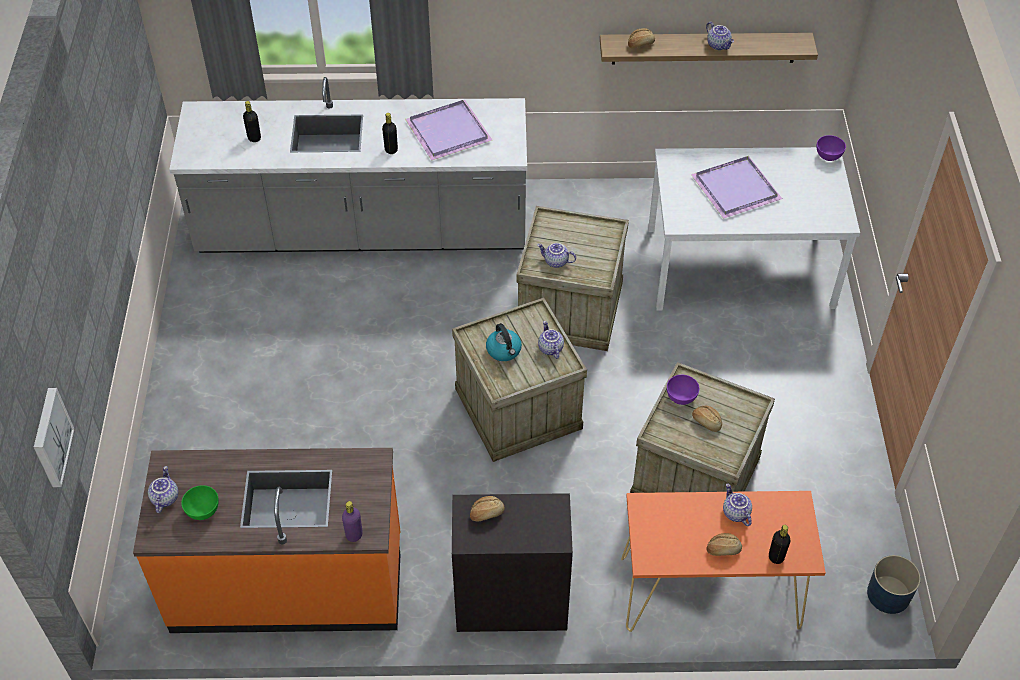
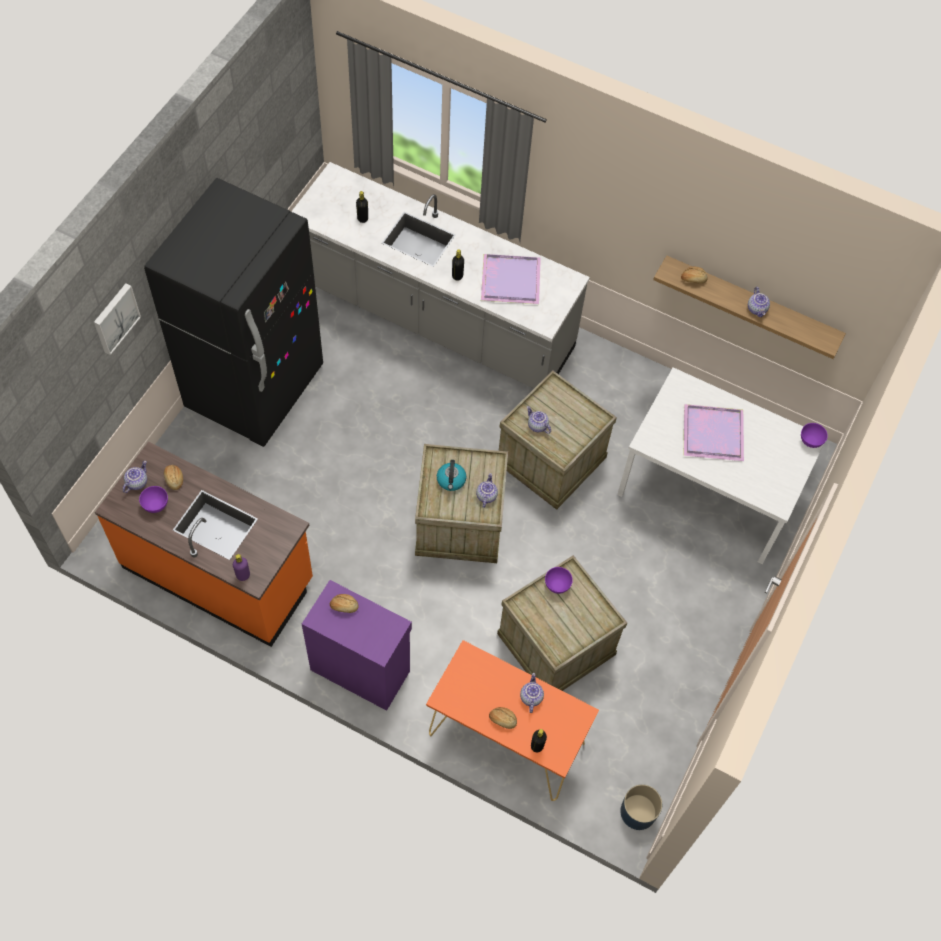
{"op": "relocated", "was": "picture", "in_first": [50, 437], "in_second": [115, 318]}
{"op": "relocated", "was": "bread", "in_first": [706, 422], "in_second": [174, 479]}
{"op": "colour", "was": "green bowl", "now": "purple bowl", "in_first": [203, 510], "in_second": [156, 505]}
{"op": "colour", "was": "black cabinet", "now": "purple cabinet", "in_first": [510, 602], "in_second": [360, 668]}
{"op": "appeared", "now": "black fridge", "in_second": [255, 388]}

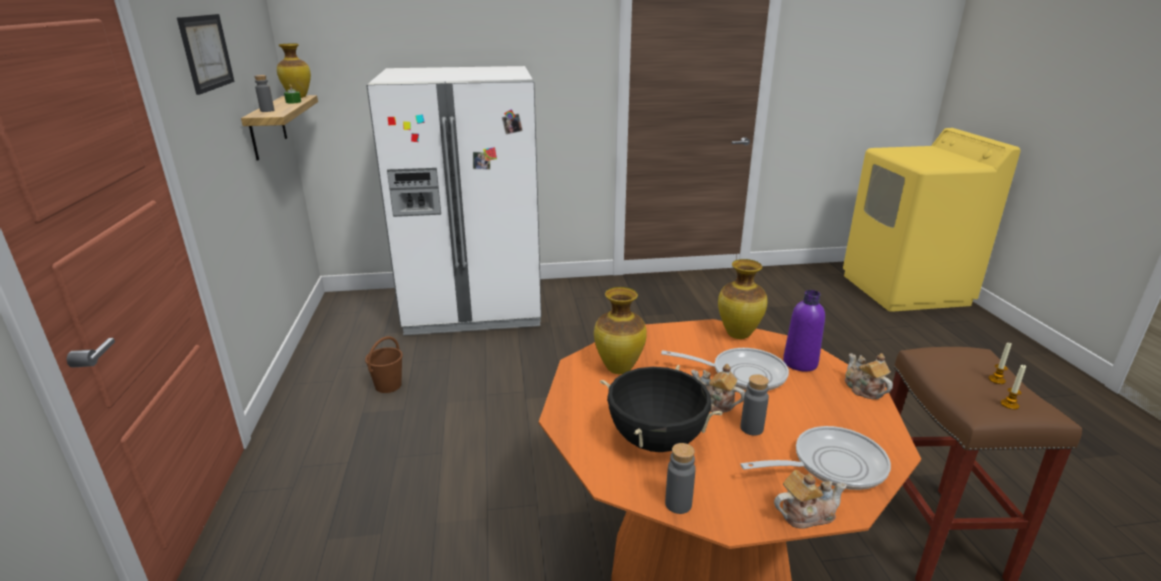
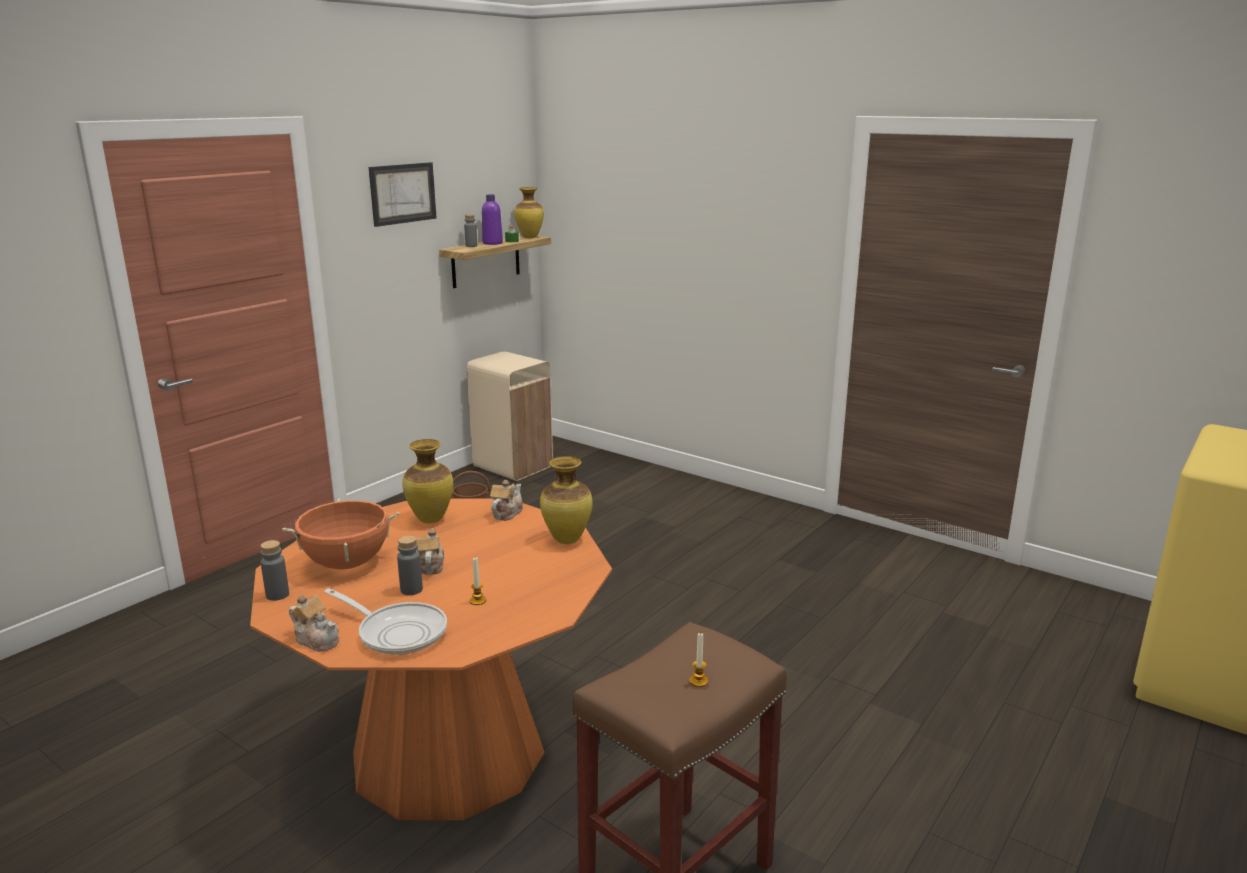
{"op": "missing", "was": "white fridge", "in_first": [473, 307]}
{"op": "relocated", "was": "purple bottle", "in_first": [800, 363], "in_second": [492, 243]}
{"op": "missing", "was": "frying pan", "in_first": [742, 374]}
{"op": "relocated", "was": "teapot", "in_first": [863, 389], "in_second": [506, 513]}
{"op": "colour", "was": "black cooking pot", "now": "orange cooking pot", "in_first": [656, 440], "in_second": [347, 564]}
{"op": "relocated", "was": "candle", "in_first": [1009, 404], "in_second": [477, 601]}
{"op": "appeared", "now": "beige trash can", "in_second": [513, 466]}

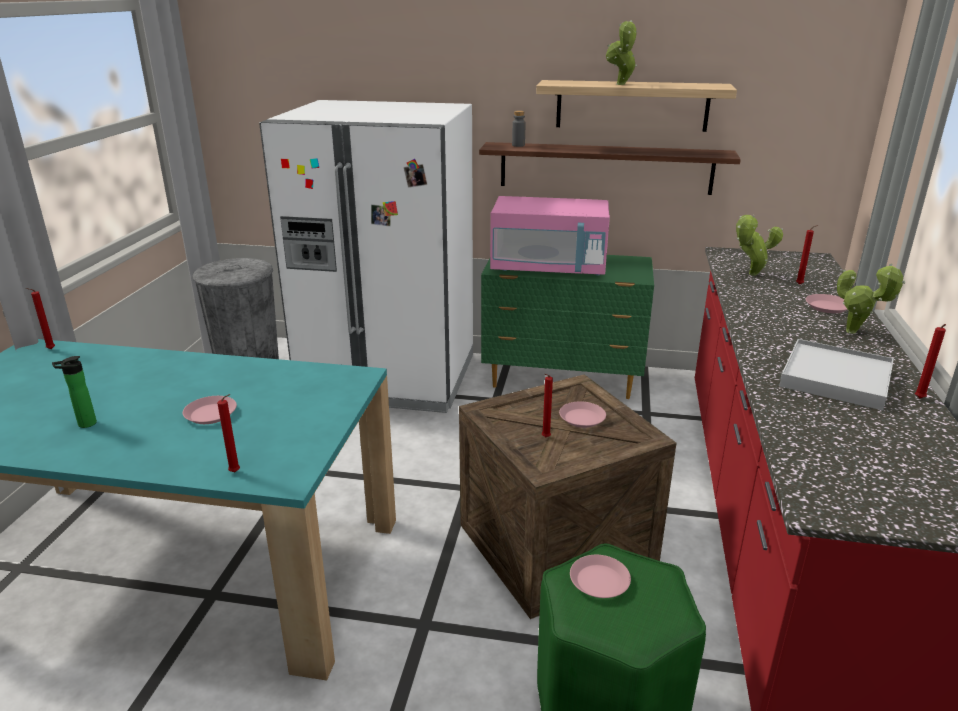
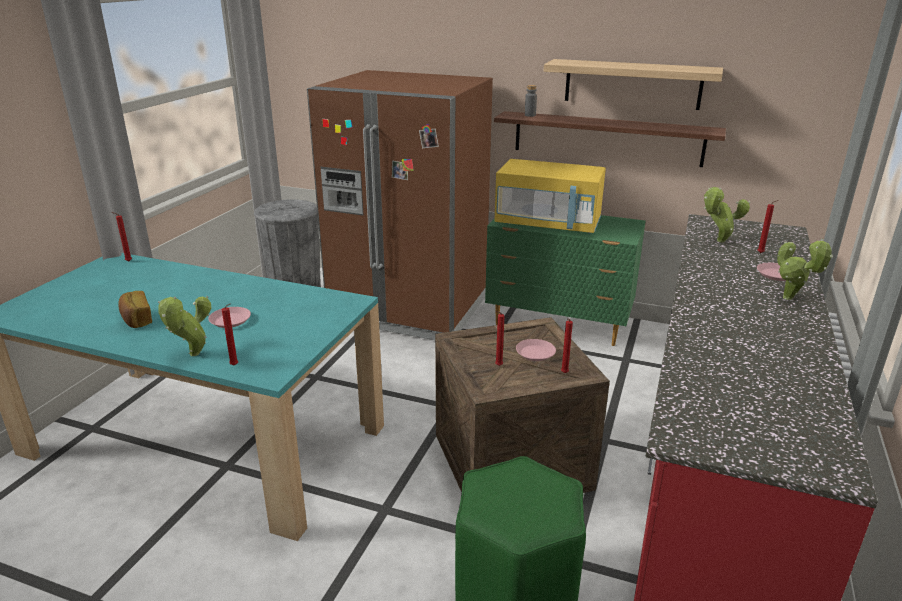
{"op": "relocated", "was": "potted plant", "in_first": [621, 84], "in_second": [192, 356]}
{"op": "colour", "was": "white fridge", "now": "brown fridge", "in_first": [389, 378], "in_second": [409, 309]}
{"op": "colour", "was": "pink microwave", "now": "yellow microwave", "in_first": [549, 268], "in_second": [548, 224]}
{"op": "relocated", "was": "red candle", "in_first": [919, 399], "in_second": [564, 373]}
{"op": "missing", "was": "white tray", "in_first": [835, 378]}
{"op": "exchanged", "was": "bottle", "now": "bread", "in_first": [84, 424], "in_second": [136, 320]}
{"op": "missing", "was": "pink plate", "in_first": [599, 581]}

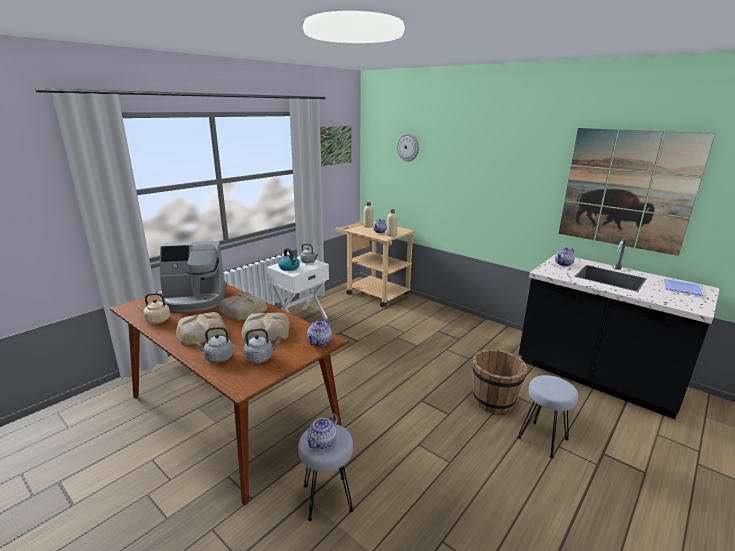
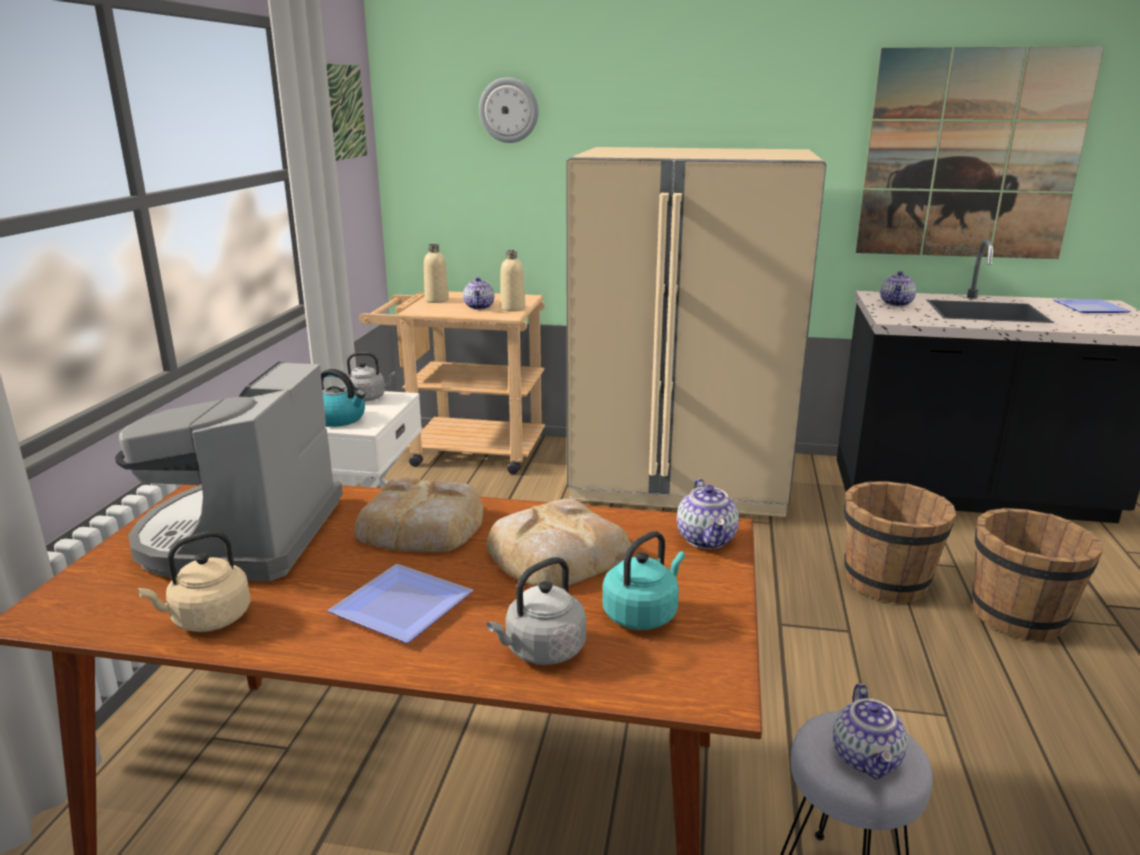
{"op": "spun", "was": "coffee machine", "in_first": [195, 299], "in_second": [241, 536], "clockwise": 135}
{"op": "exchanged", "was": "bread", "now": "plate", "in_first": [201, 332], "in_second": [397, 608]}
{"op": "colour", "was": "grey kettle", "now": "turquoise kettle", "in_first": [260, 358], "in_second": [643, 614]}
{"op": "exchanged", "was": "grey stool", "now": "brown bucket", "in_first": [543, 439], "in_second": [1018, 616]}
{"op": "appeared", "now": "beige fridge", "in_second": [680, 478]}

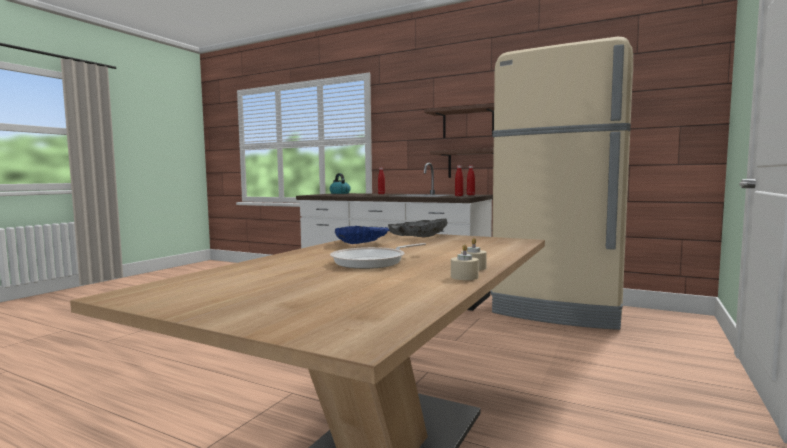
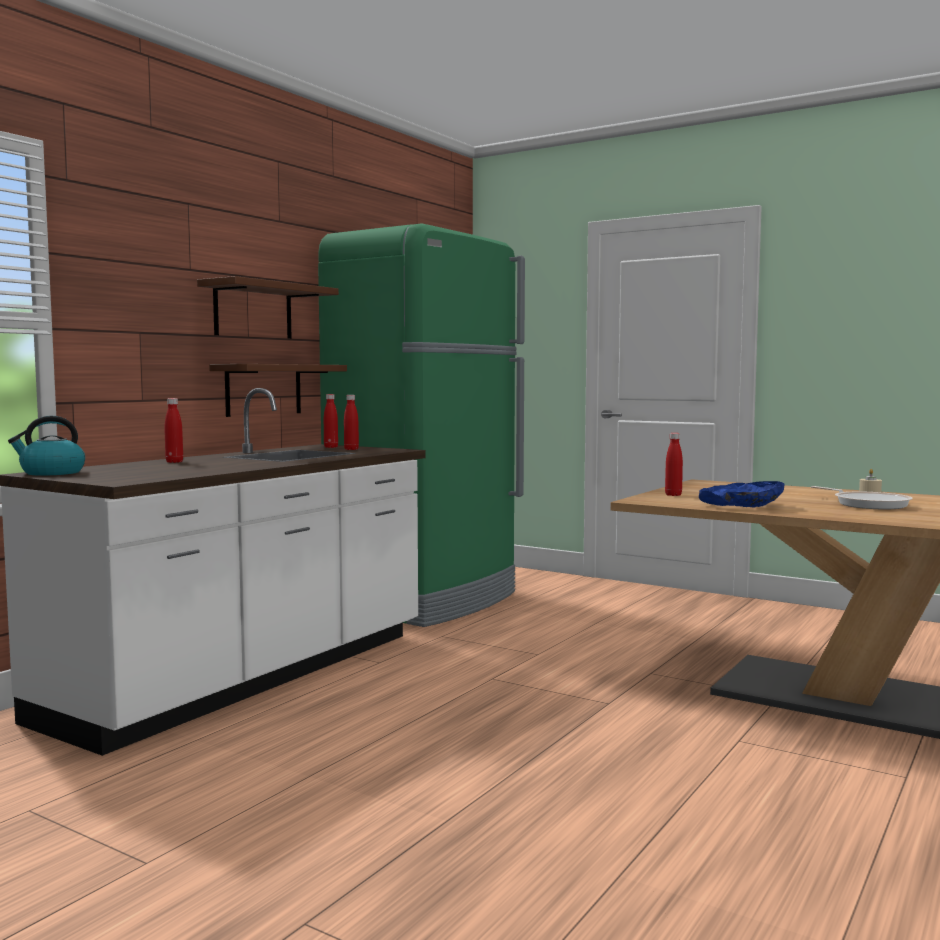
{"op": "colour", "was": "beige fridge", "now": "green fridge", "in_first": [558, 310], "in_second": [426, 601]}
{"op": "exchanged", "was": "grey bowl", "now": "red bottle", "in_first": [419, 236], "in_second": [673, 495]}
{"op": "missing", "was": "beige candle", "in_first": [464, 277]}

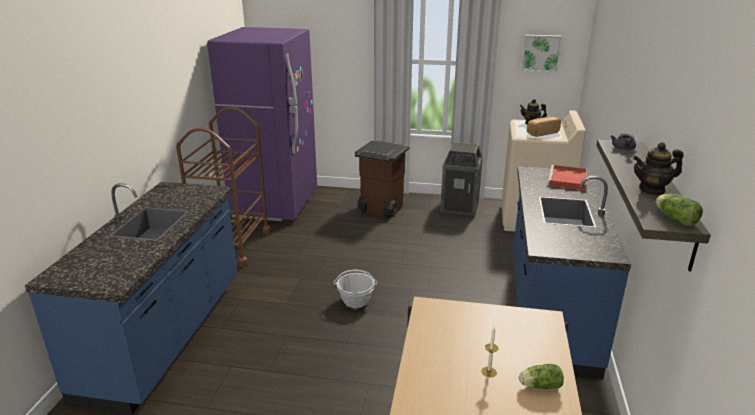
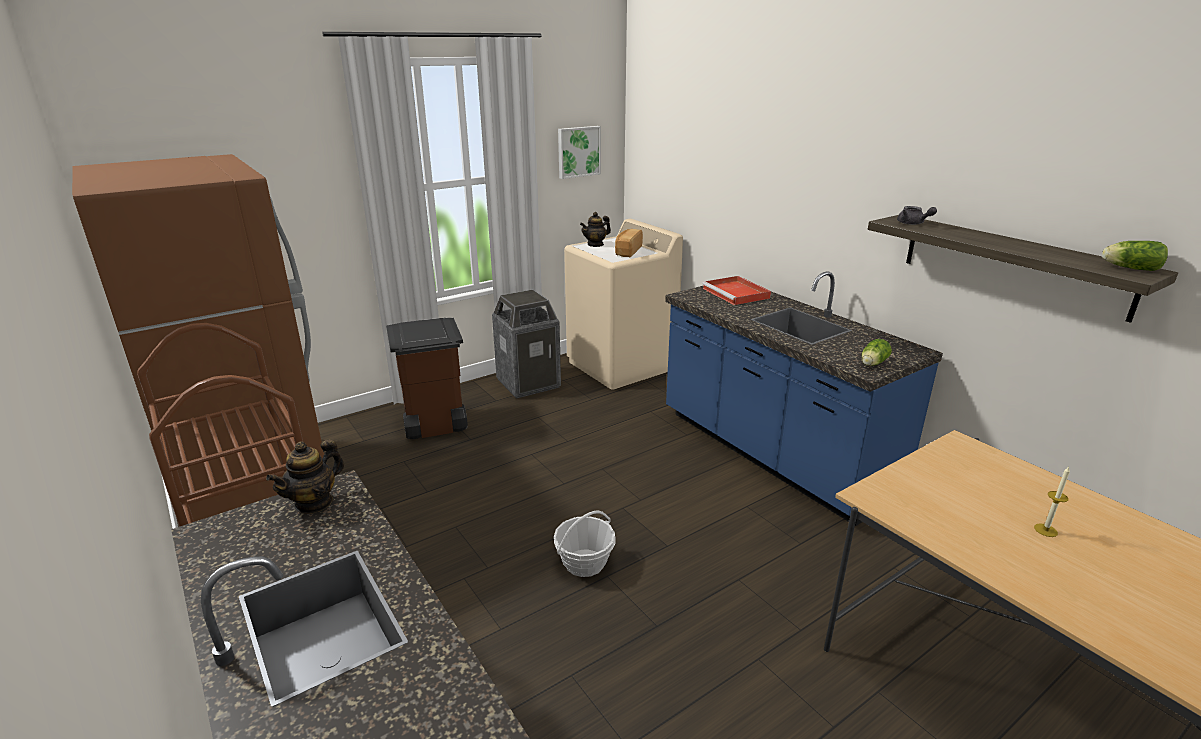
{"op": "colour", "was": "purple fridge", "now": "brown fridge", "in_first": [275, 204], "in_second": [251, 489]}
{"op": "relocated", "was": "teapot", "in_first": [652, 189], "in_second": [314, 502]}
{"op": "relocated", "was": "lettuce", "in_first": [539, 386], "in_second": [872, 364]}

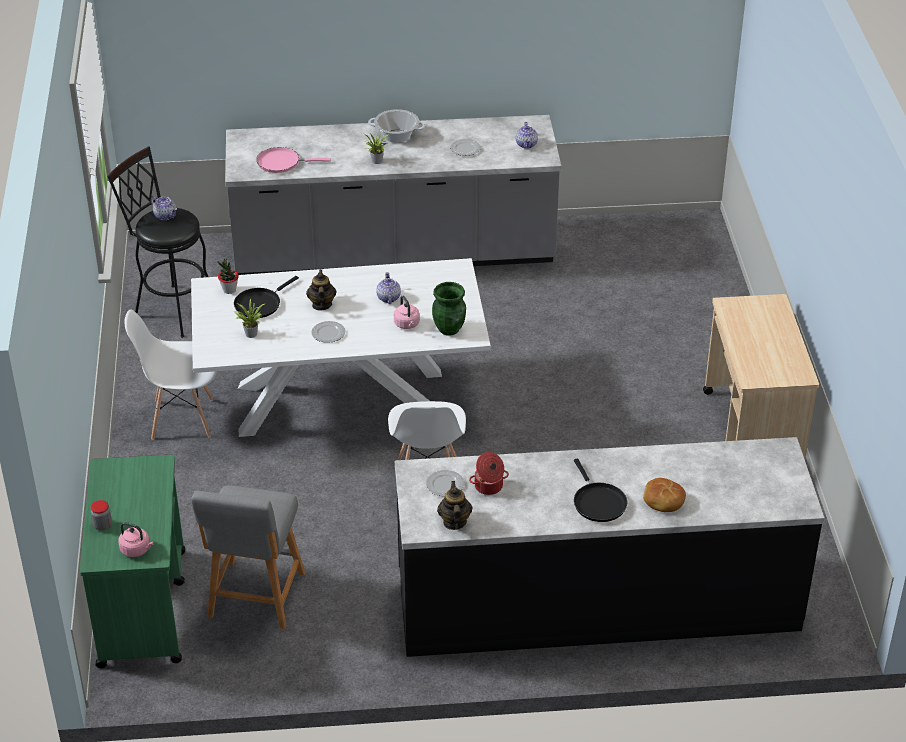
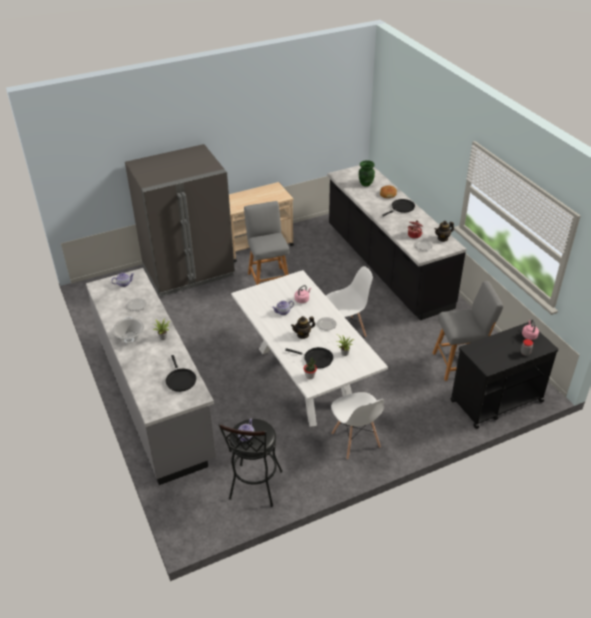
{"op": "colour", "was": "pink frying pan", "now": "black frying pan", "in_first": [281, 163], "in_second": [180, 380]}
{"op": "relocated", "was": "green vase", "in_first": [449, 329], "in_second": [365, 184]}
{"op": "colour", "was": "green cart", "now": "black cart", "in_first": [143, 606], "in_second": [496, 401]}
{"op": "appeared", "now": "grey fridge", "in_second": [189, 271]}
{"op": "appeared", "now": "grey stool", "in_second": [268, 279]}

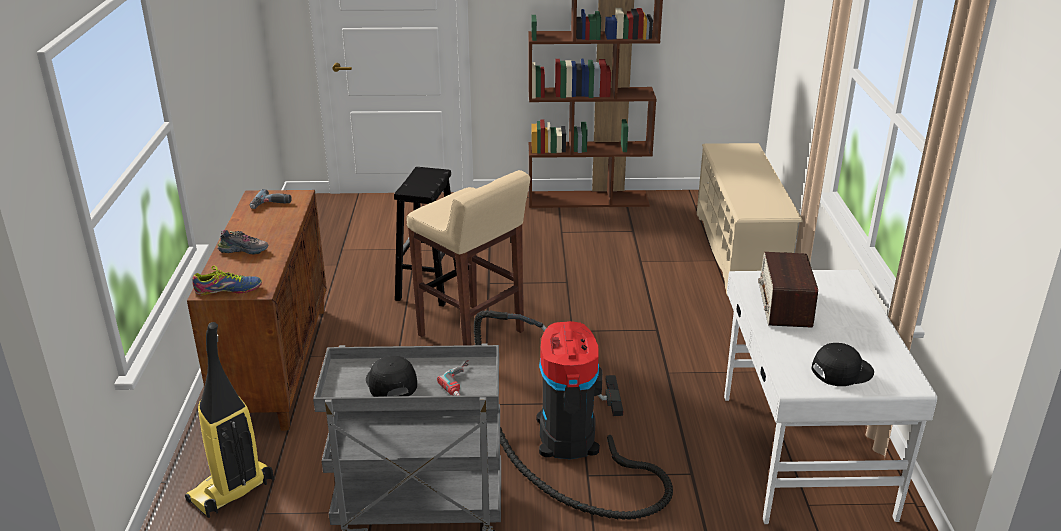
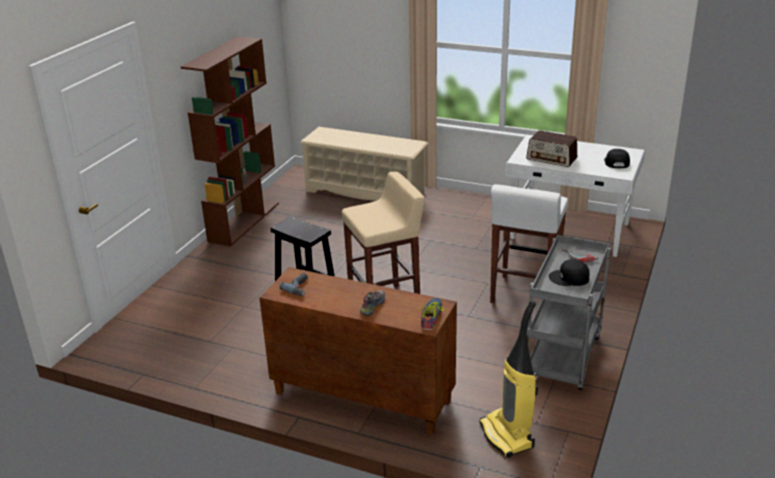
{"op": "exchanged", "was": "vacuum cleaner", "now": "white stool", "in_first": [570, 442], "in_second": [524, 294]}

